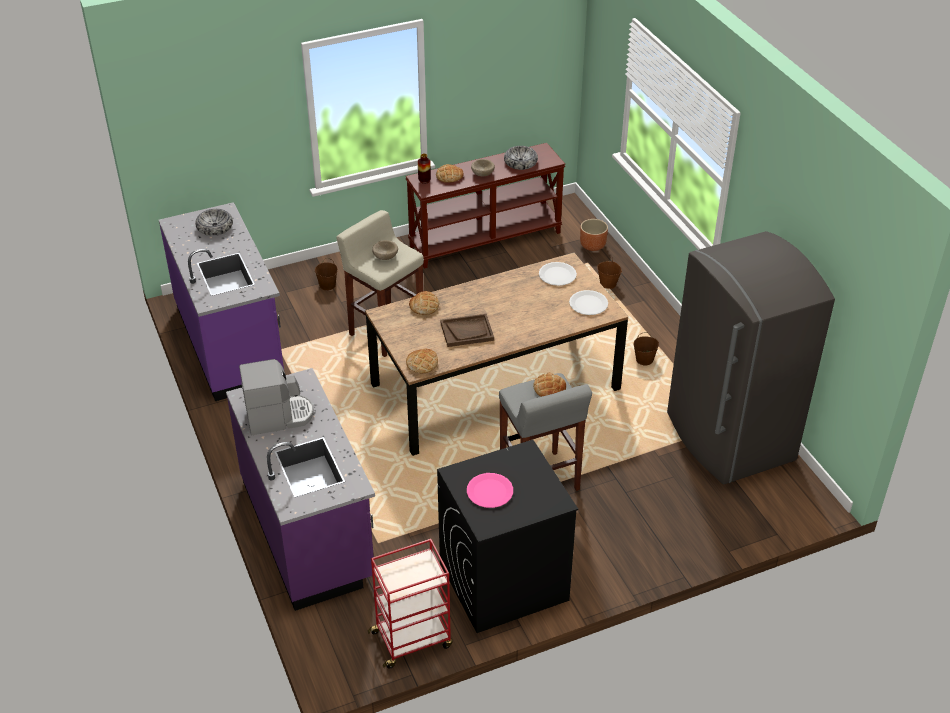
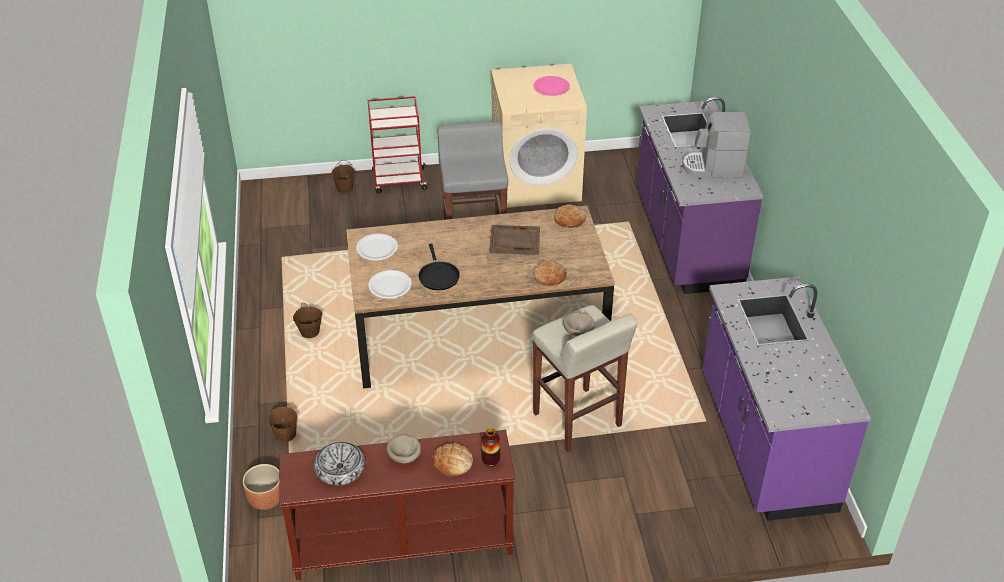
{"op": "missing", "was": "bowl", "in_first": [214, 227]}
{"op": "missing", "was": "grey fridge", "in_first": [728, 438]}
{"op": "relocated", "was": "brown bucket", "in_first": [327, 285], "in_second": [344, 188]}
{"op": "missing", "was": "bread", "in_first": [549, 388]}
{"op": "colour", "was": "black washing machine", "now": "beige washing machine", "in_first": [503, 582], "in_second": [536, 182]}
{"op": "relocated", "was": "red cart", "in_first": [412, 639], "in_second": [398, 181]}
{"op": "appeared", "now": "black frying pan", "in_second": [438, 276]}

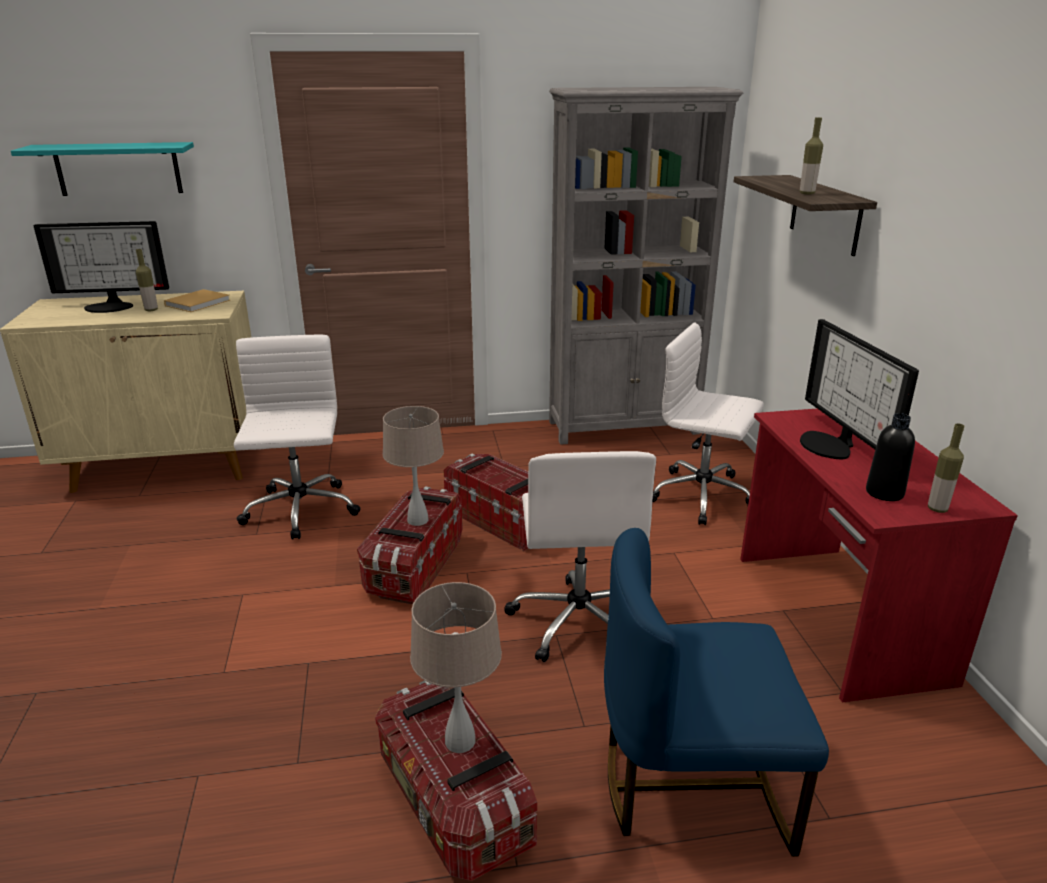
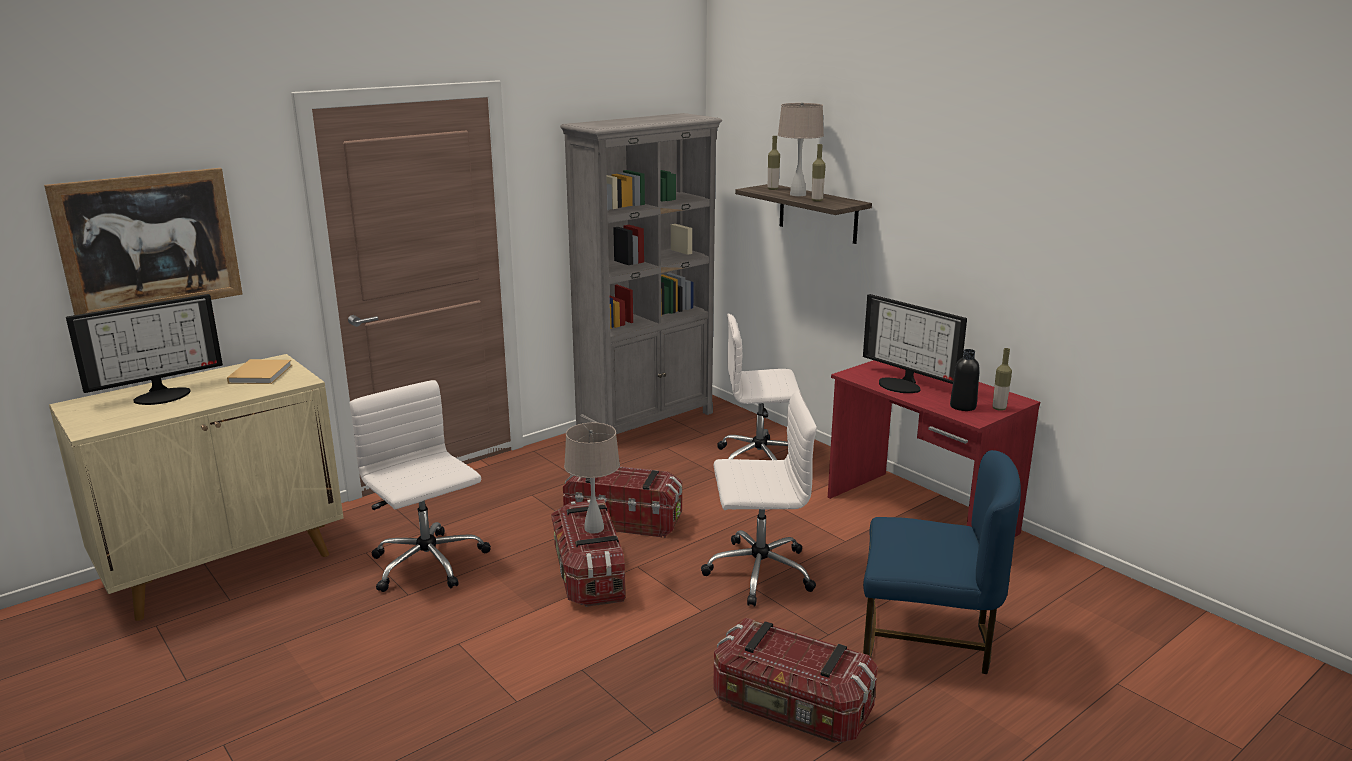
{"op": "exchanged", "was": "turquoise shelf", "now": "picture", "in_first": [118, 169], "in_second": [149, 243]}
{"op": "relocated", "was": "bottle", "in_first": [151, 310], "in_second": [772, 189]}
{"op": "spun", "was": "white office chair", "in_first": [578, 620], "in_second": [757, 572], "clockwise": -60}
{"op": "spun", "was": "blue chair", "in_first": [693, 786], "in_second": [925, 641], "clockwise": -135}
{"op": "relocated", "was": "beige table lamp", "in_first": [460, 741], "in_second": [798, 194]}

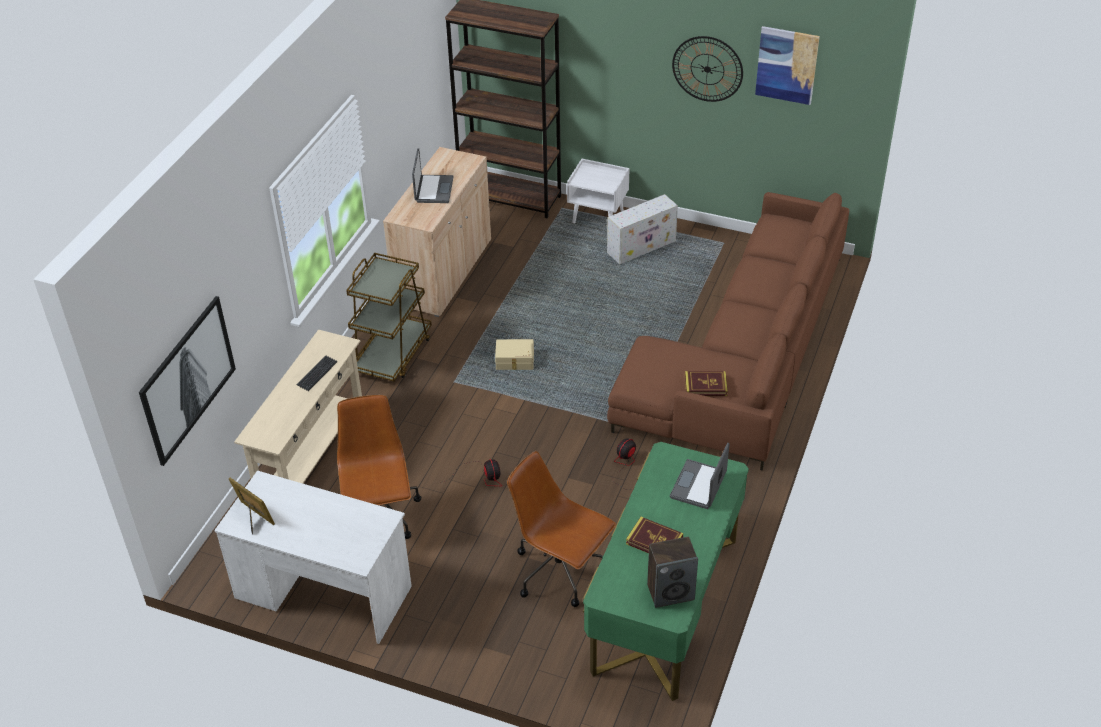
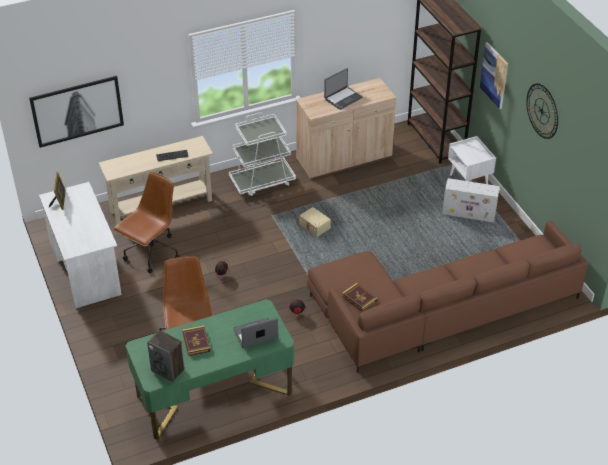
{"op": "relocated", "was": "picture", "in_first": [787, 65], "in_second": [494, 75]}
{"op": "colour", "was": "brown cart", "now": "white cart", "in_first": [393, 354], "in_second": [262, 182]}

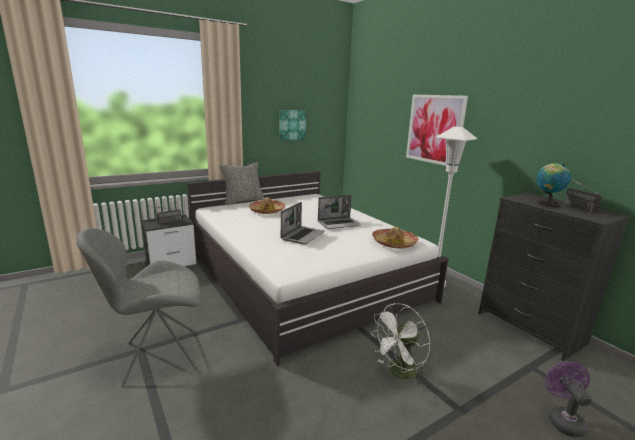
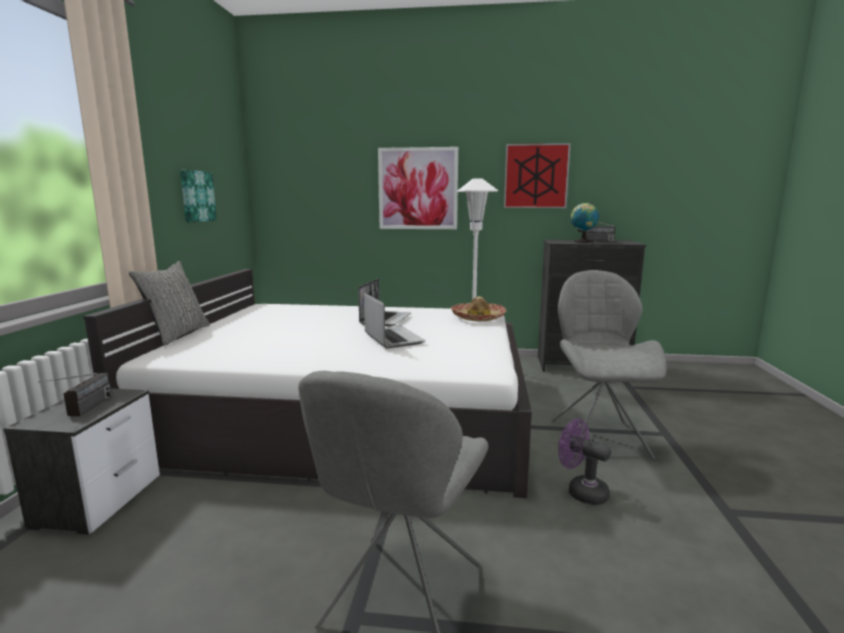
{"op": "missing", "was": "hat", "in_first": [267, 211]}
{"op": "exchanged", "was": "white fan", "now": "grey chair", "in_first": [399, 373], "in_second": [597, 437]}
{"op": "relocated", "was": "purple fan", "in_first": [562, 419], "in_second": [581, 491]}
{"op": "appeared", "now": "picture", "in_second": [536, 176]}

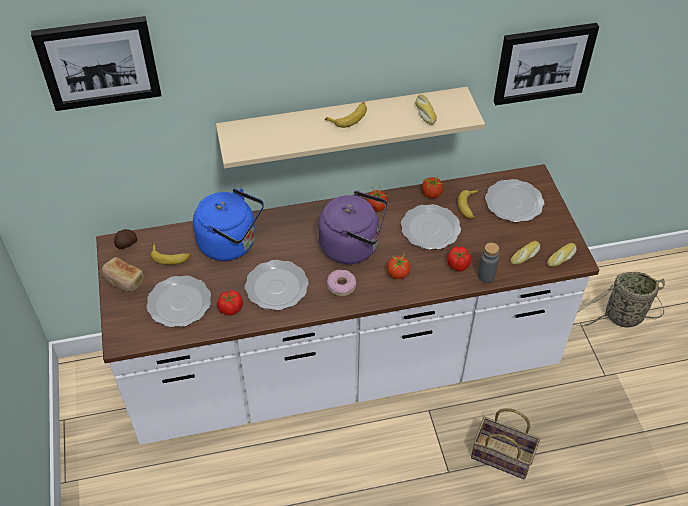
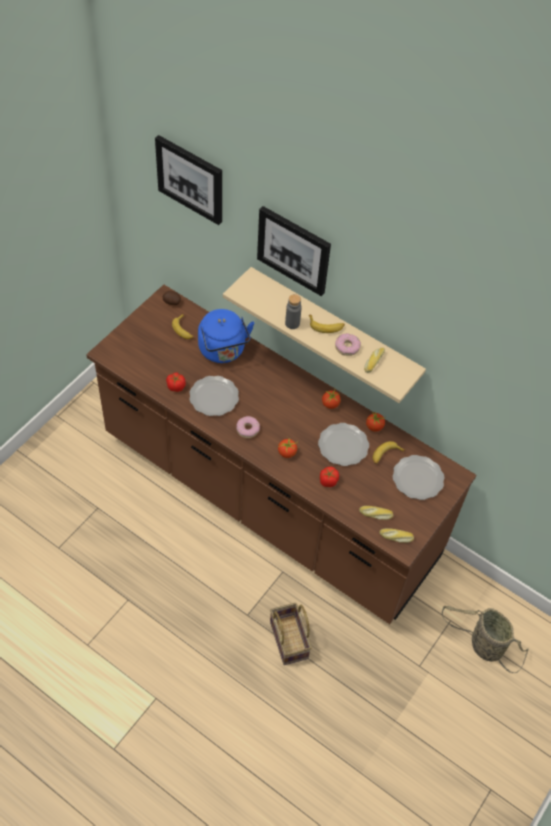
{"op": "relocated", "was": "picture", "in_first": [543, 63], "in_second": [294, 250]}
{"op": "colour", "was": "white counter", "now": "brown counter", "in_first": [344, 366], "in_second": [268, 498]}
{"op": "missing", "was": "purple kettle", "in_first": [353, 246]}
{"op": "relocated", "was": "grey bottle", "in_first": [486, 276], "in_second": [292, 323]}
{"op": "missing", "was": "bread", "in_first": [123, 281]}
{"op": "missing", "was": "plate", "in_first": [178, 303]}
{"op": "appeared", "now": "donut", "in_second": [347, 347]}

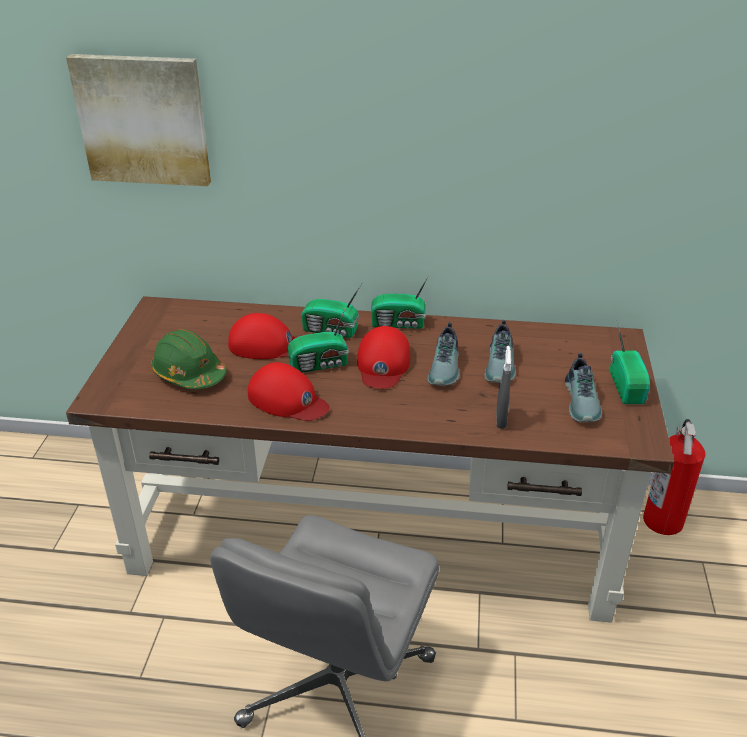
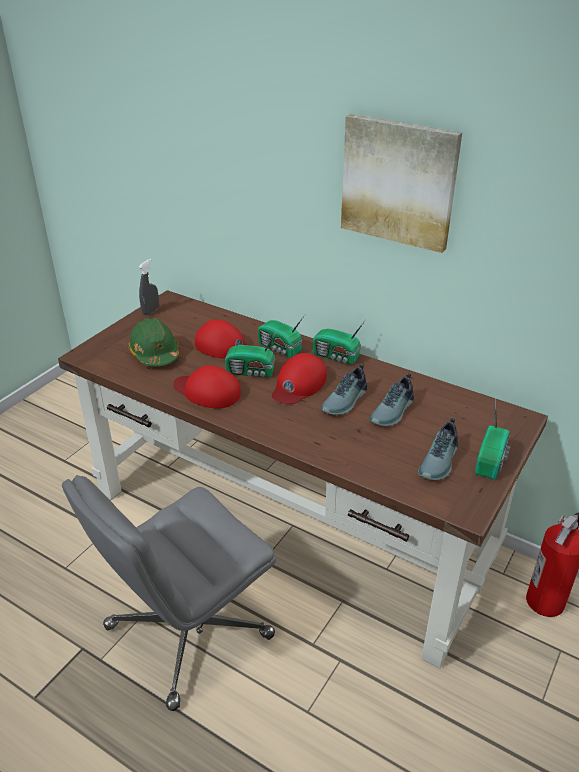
{"op": "relocated", "was": "picture", "in_first": [143, 120], "in_second": [399, 182]}
{"op": "relocated", "was": "grey spray bottle", "in_first": [501, 420], "in_second": [150, 311]}
{"op": "spun", "was": "red cap", "in_first": [288, 400], "in_second": [207, 391], "clockwise": 150}

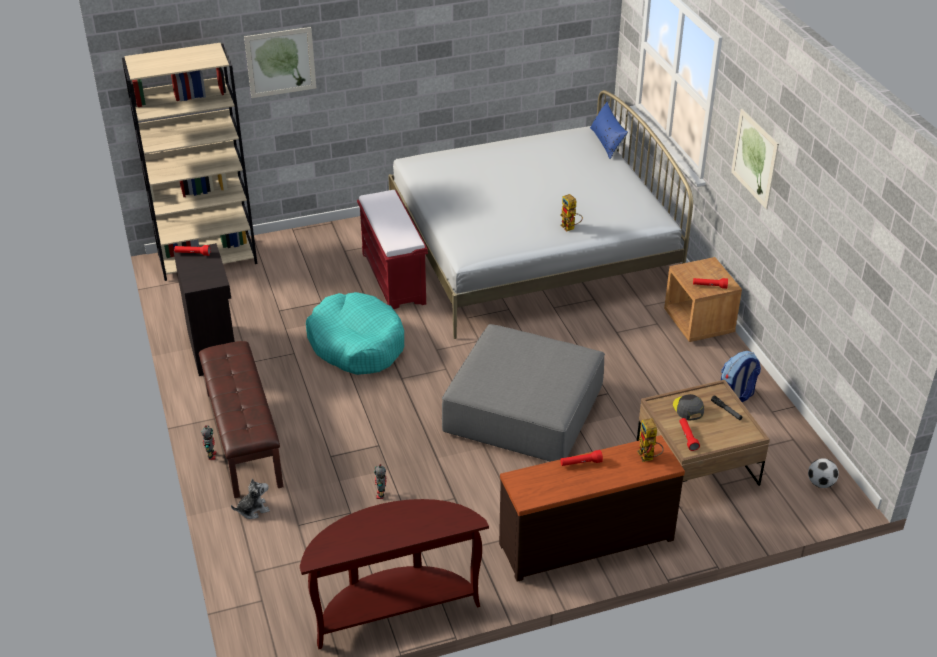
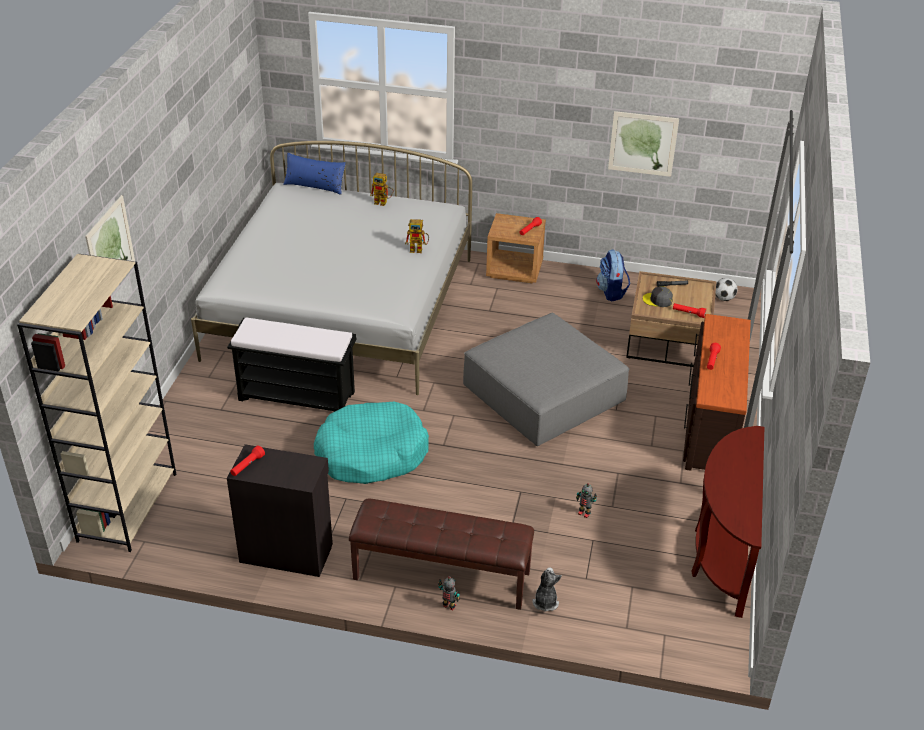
{"op": "relocated", "was": "picture", "in_first": [754, 158], "in_second": [643, 144]}
{"op": "colour", "was": "red bench", "now": "black bench", "in_first": [394, 279], "in_second": [298, 396]}
{"op": "relocated", "was": "toy robot", "in_first": [648, 458], "in_second": [383, 203]}

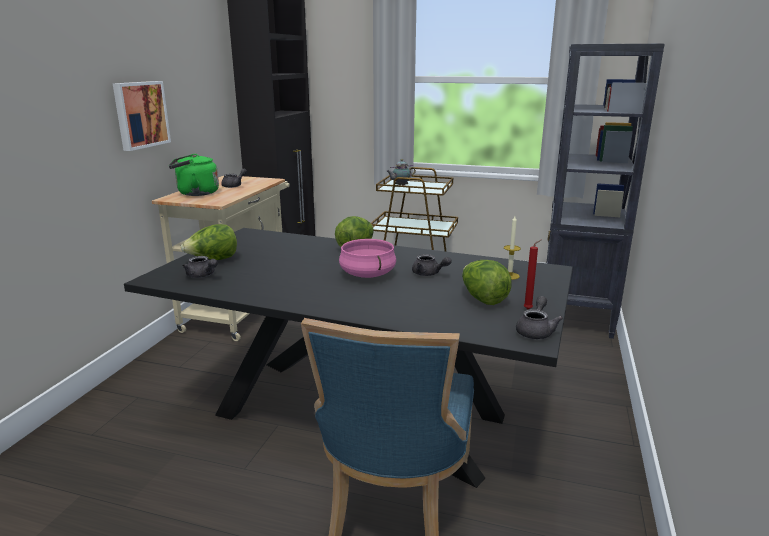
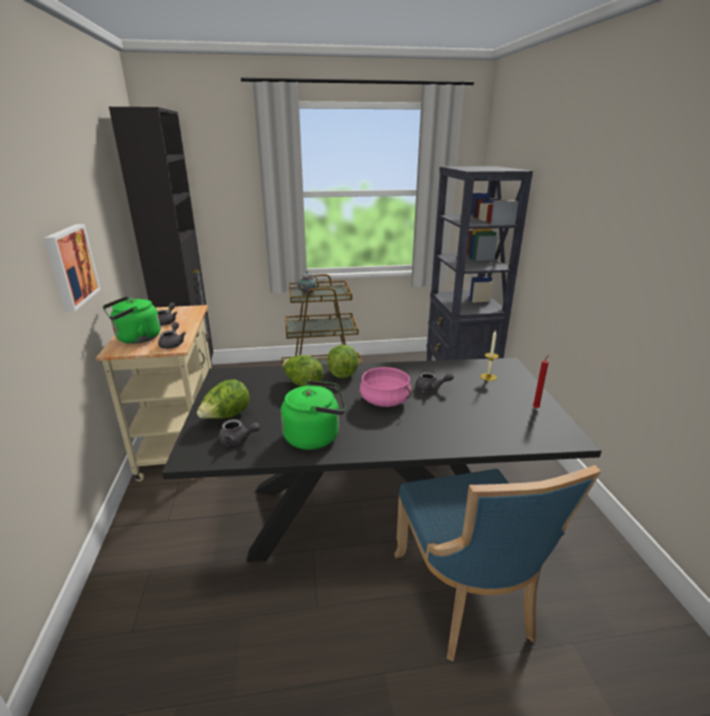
{"op": "relocated", "was": "lettuce", "in_first": [483, 299], "in_second": [302, 384]}
{"op": "relocated", "was": "grey teapot", "in_first": [536, 331], "in_second": [173, 344]}
{"op": "appeared", "now": "green kettle", "in_second": [315, 436]}

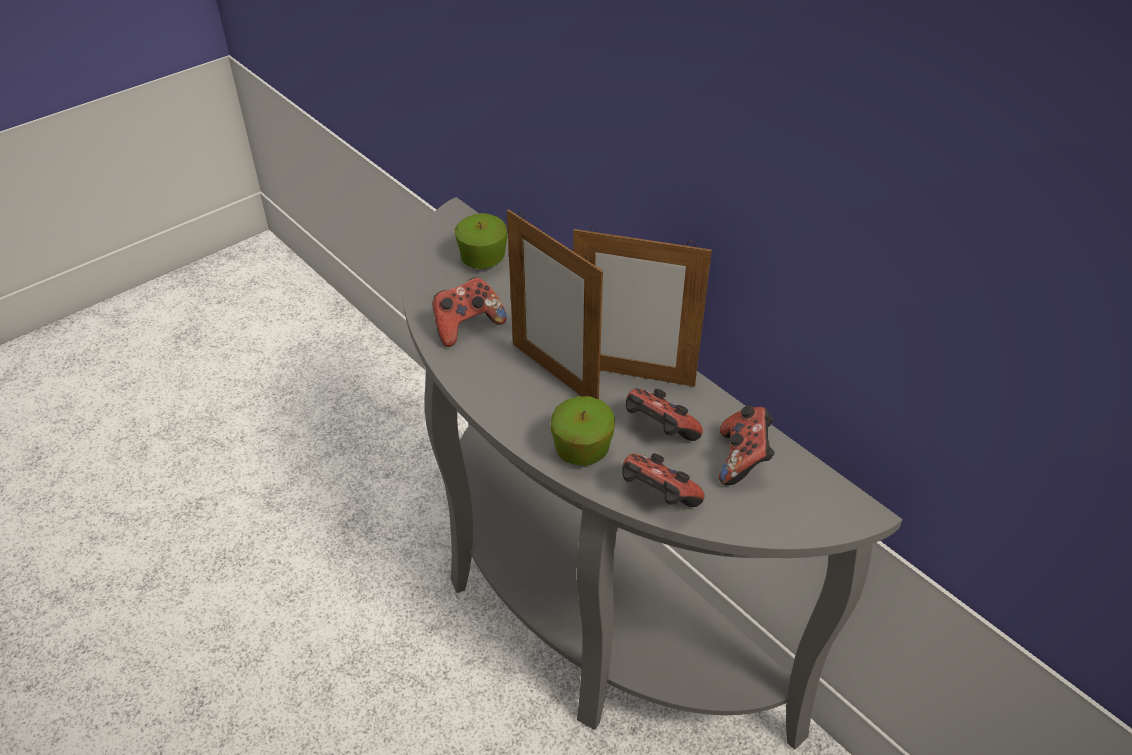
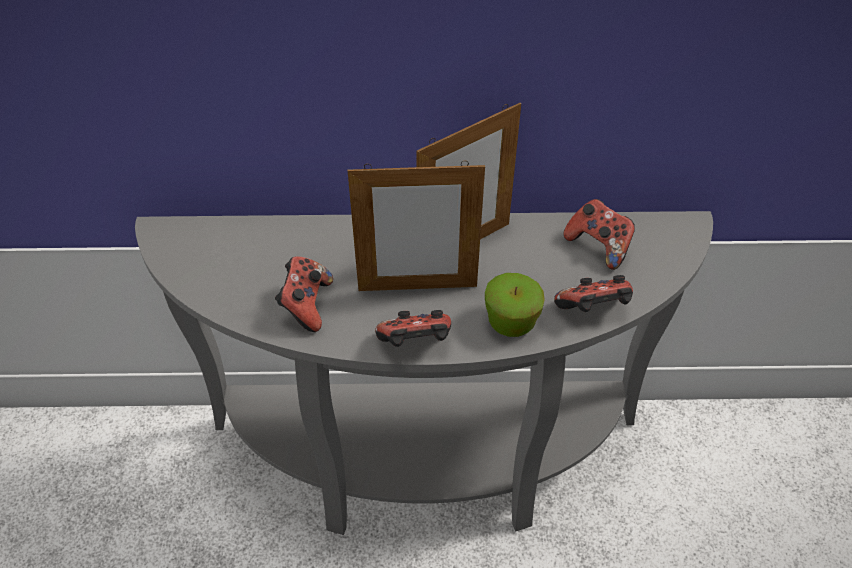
{"op": "missing", "was": "apple", "in_first": [482, 260]}
{"op": "relocated", "was": "game controller", "in_first": [658, 431], "in_second": [416, 344]}

